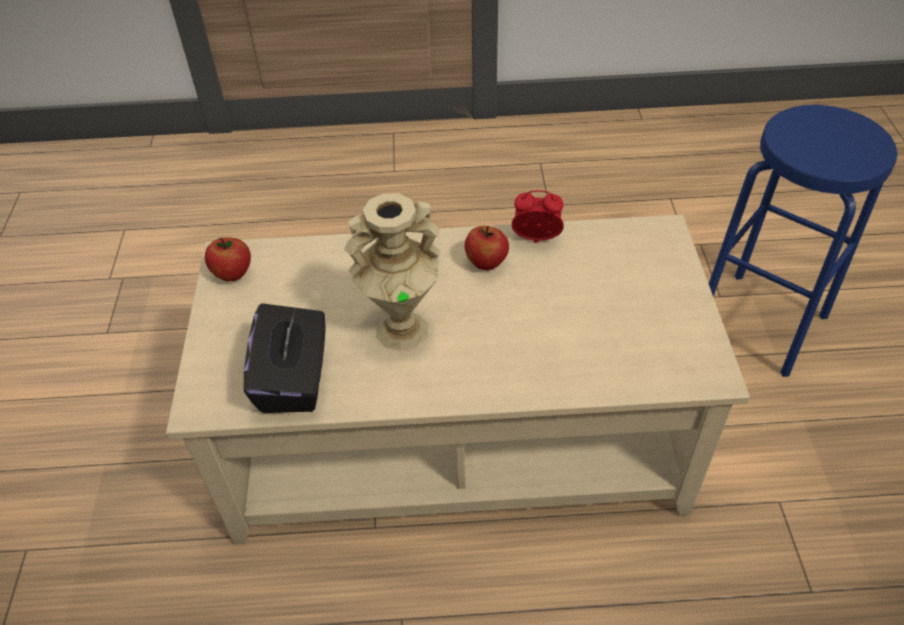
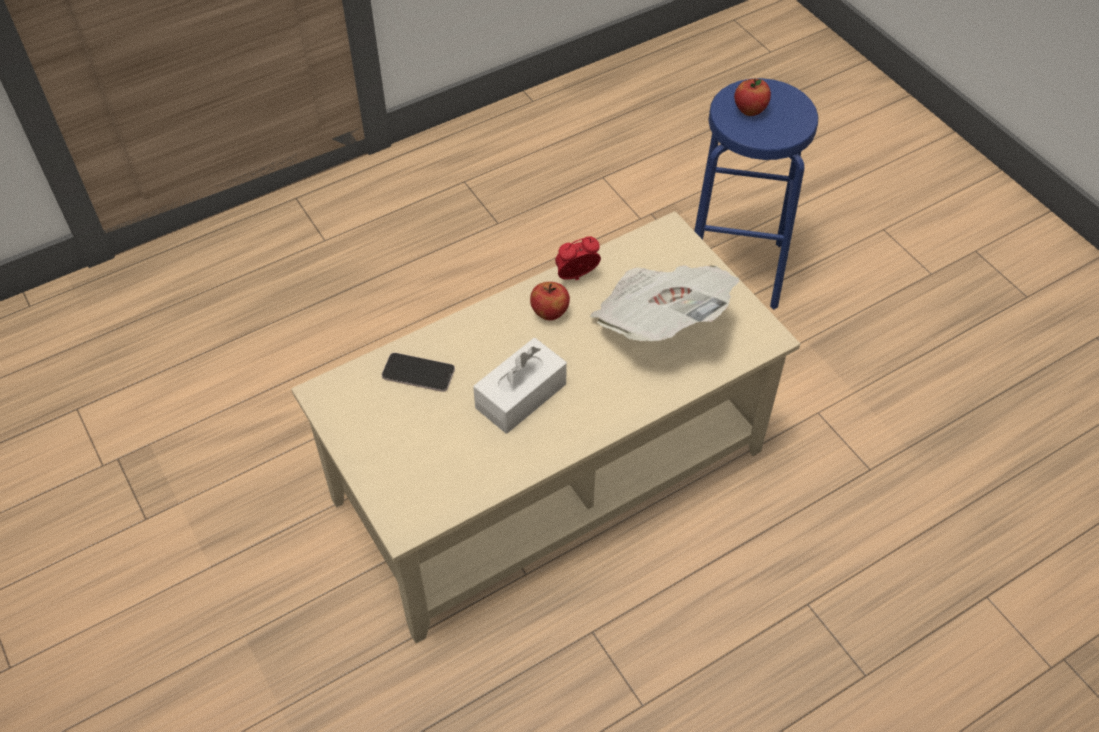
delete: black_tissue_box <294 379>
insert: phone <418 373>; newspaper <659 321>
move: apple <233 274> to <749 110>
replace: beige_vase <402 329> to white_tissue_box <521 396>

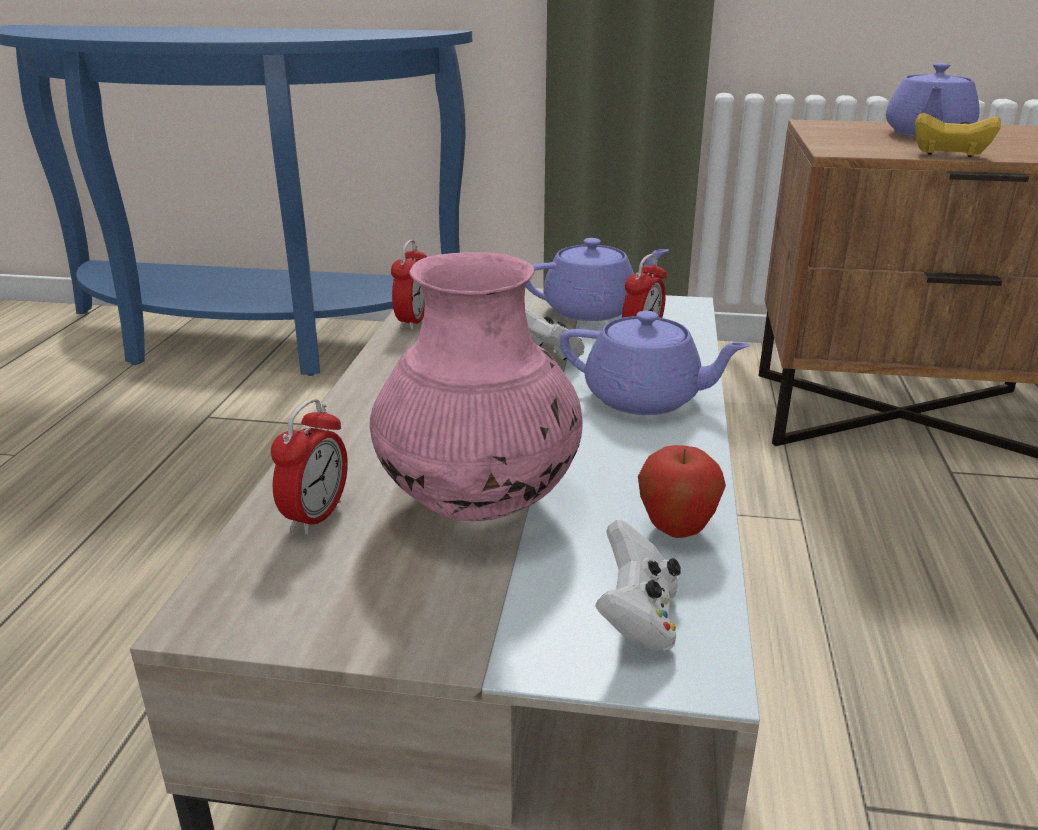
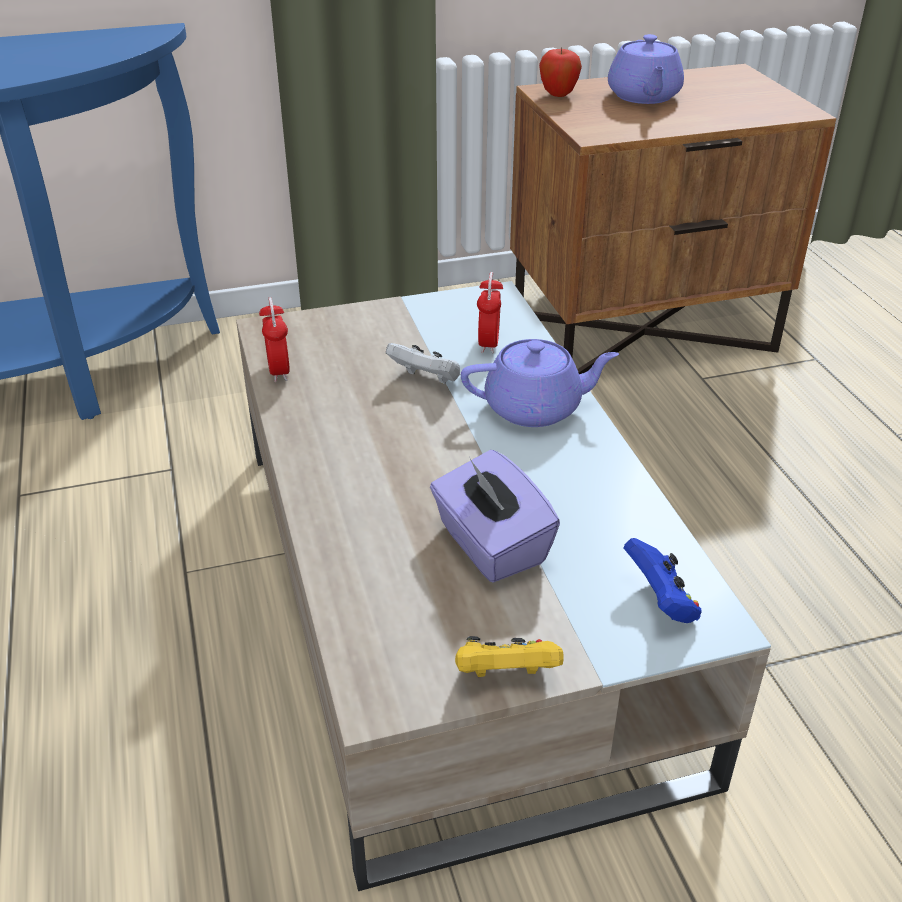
delete: alarm_clock <316 516>; purple_teapot <592 310>
move: apple <676 531> to <558 95>; yellow_game_controller <949 156> to <506 676>
replace: pink_vase <479 504> to purple_tissue_box <490 545>
recolor: white_game_controller <637 620> to blue_game_controller <661 602>

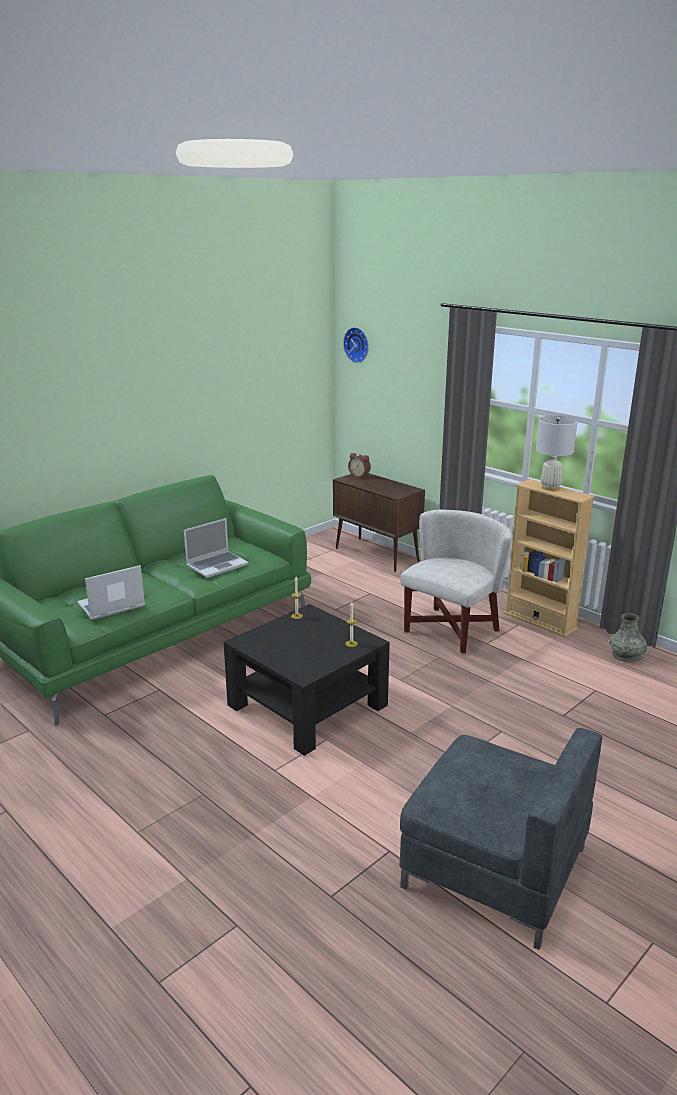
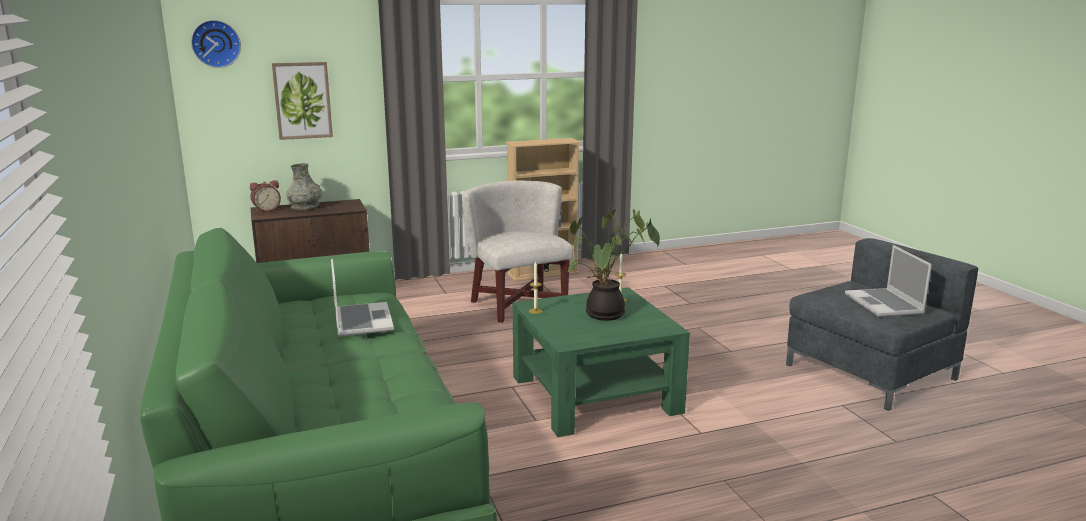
delete: white_table_lamp <550 487>
insert: picture <302 100>; potted_plant <606 316>
move: laptop <111 606> to <885 304>; grey_vase <626 655> to <305 206>
recolor: black_coffee_table <307 705> to green_coffee_table <595 394>

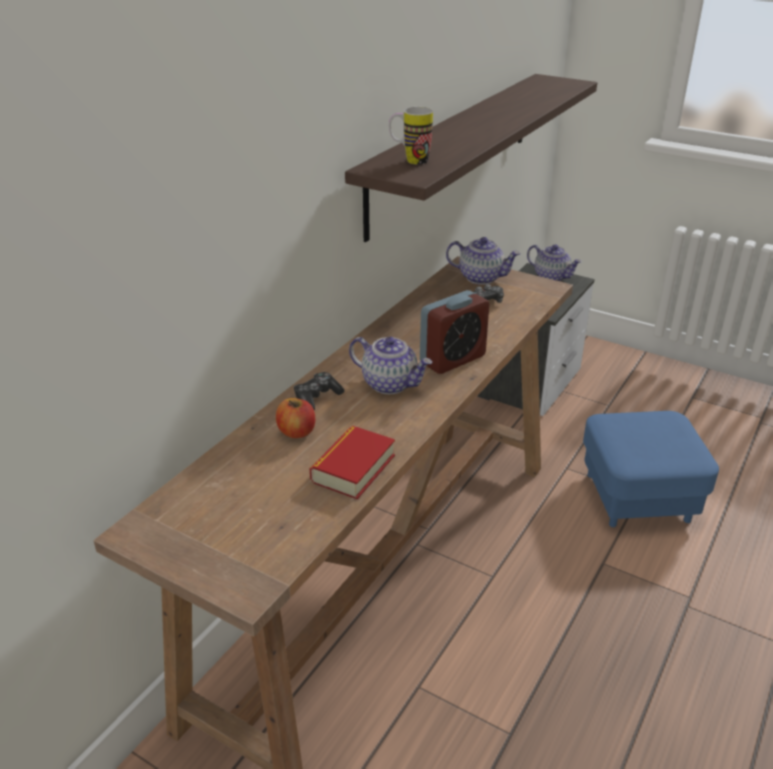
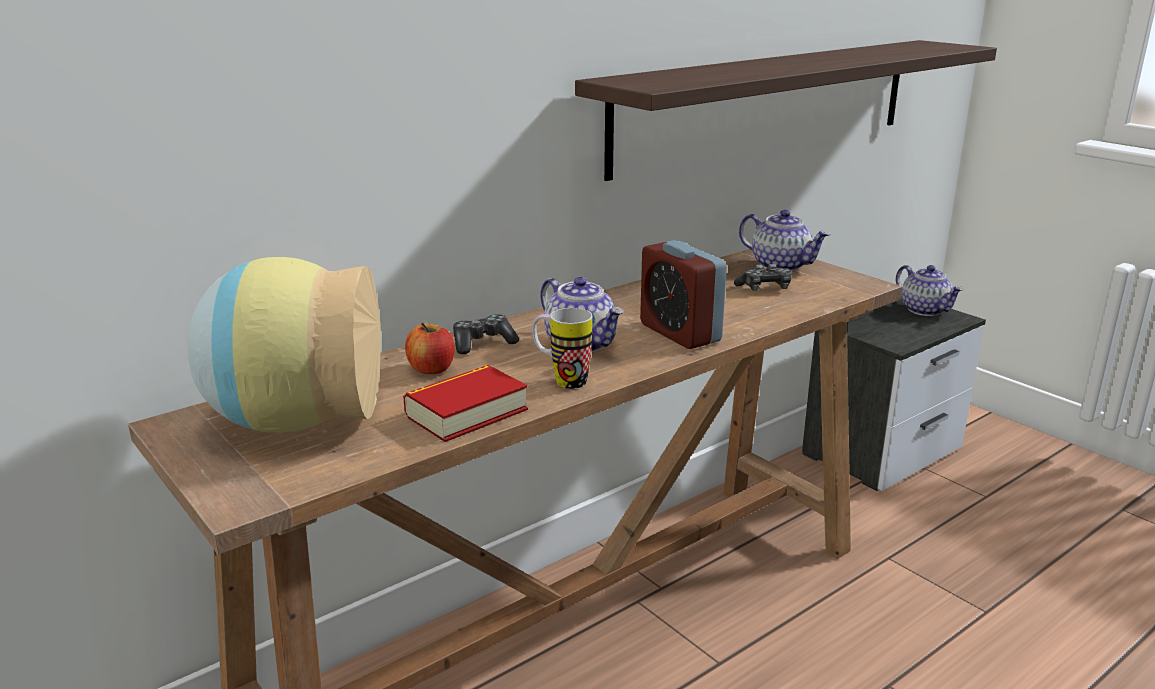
delete: blue_ottoman <638 497>
insert: vase <294 420>
move: mug <410 161> to <561 380>
rotate: alarm_clock <452 359> = <680 333> 75 degrees clockwise

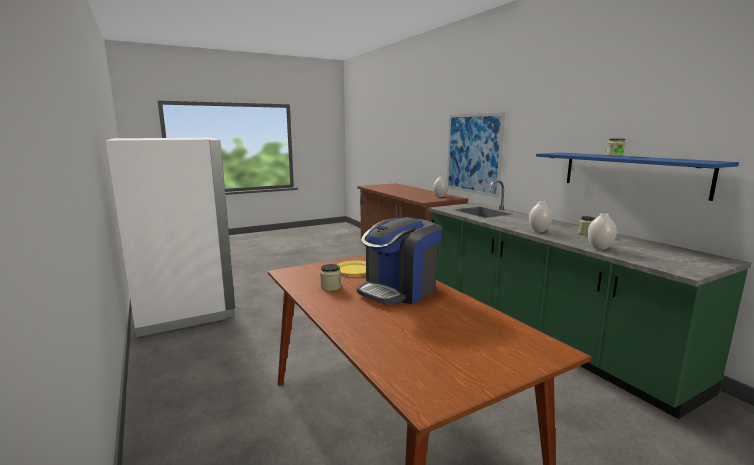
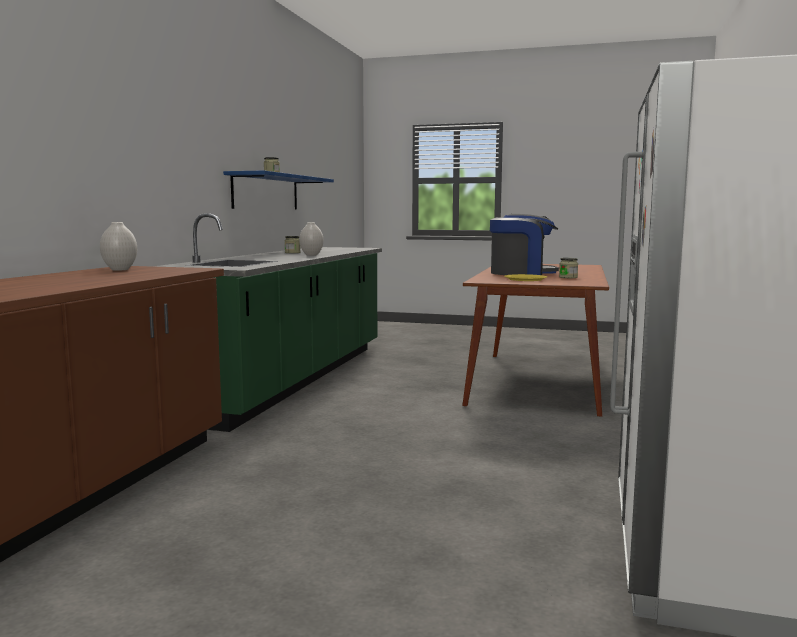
delete: picture <473 153>; white_vase <599 248>

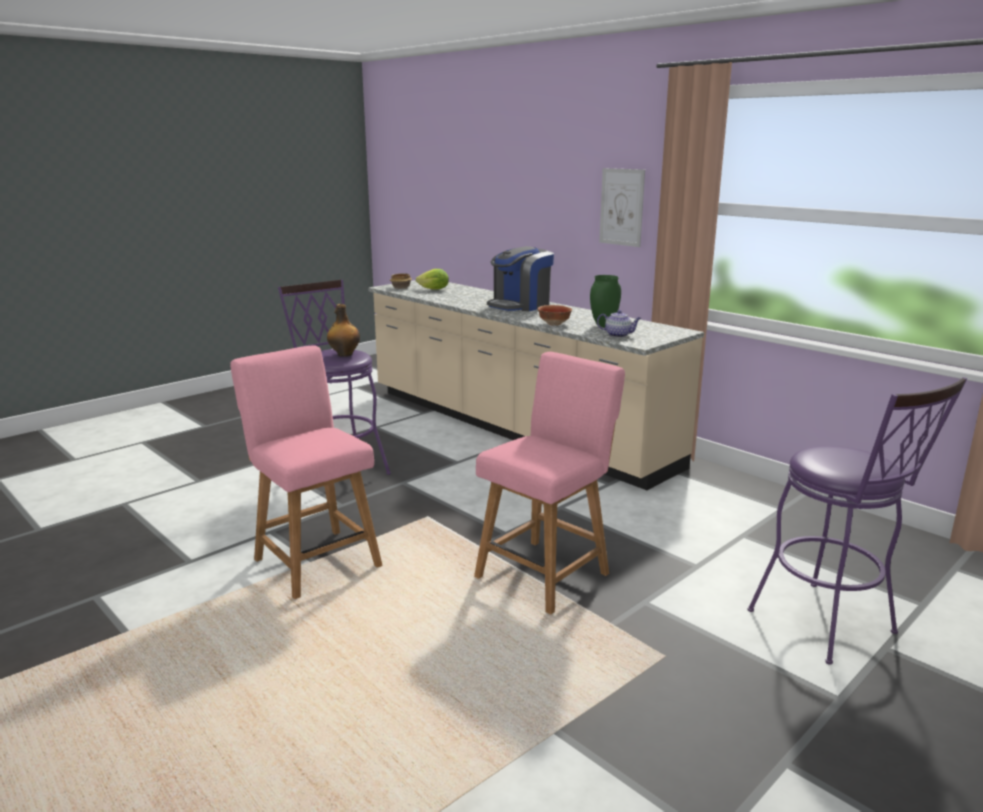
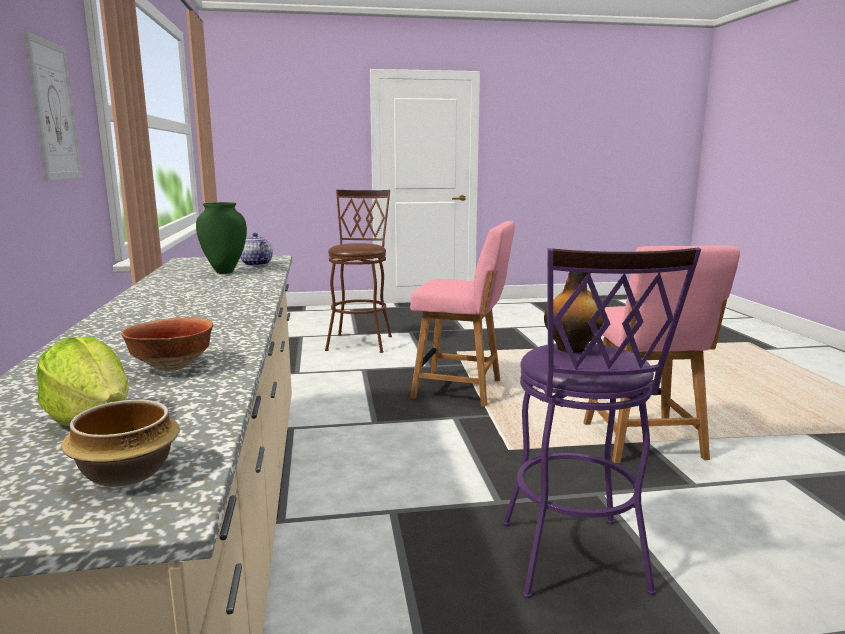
delete: coffee_machine <520 305>
move: bowl <554 324> to <170 366>
recolor: purple_stool <830 627> to brown_stool <361 341>
rotate: pink_chair <546 572> = <462 389> 150 degrees counterclockwise

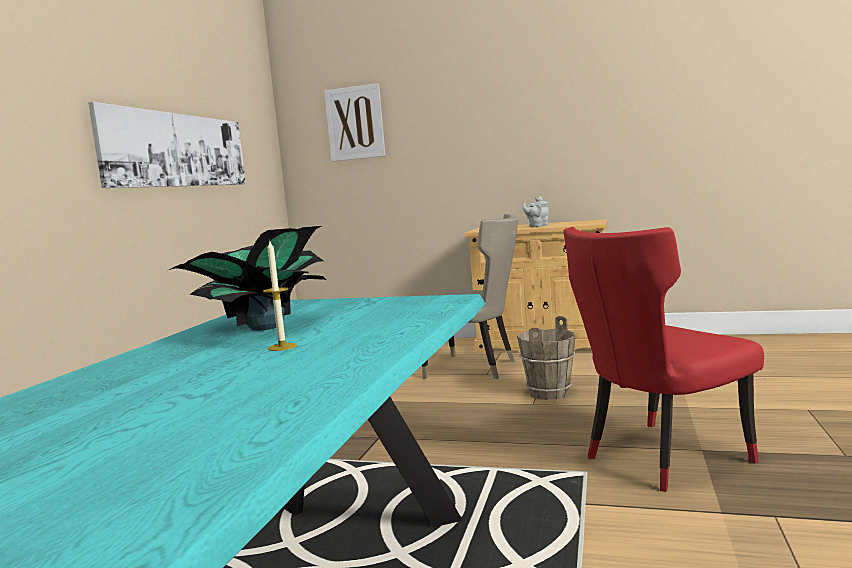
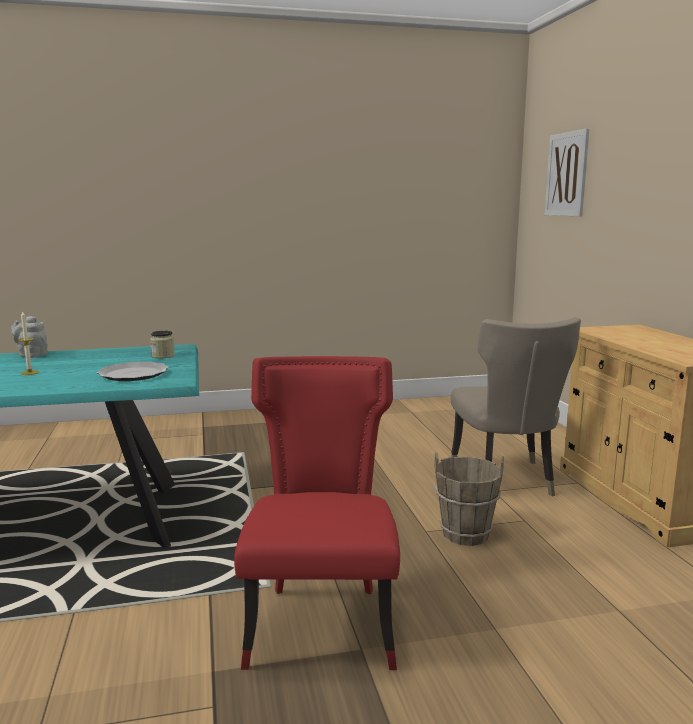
delete: picture <177 150>; potted_plant <263 327>
insert: plate <134 374>; jar <163 356>
move: grey_teapot <537 226> to <31 355>
rotate: red_chair <659 458> = <322 623> 60 degrees clockwise

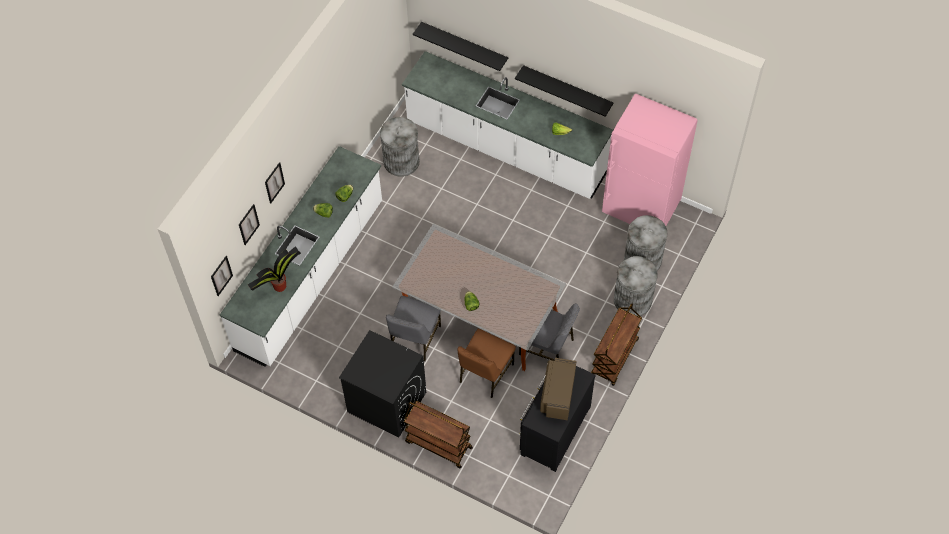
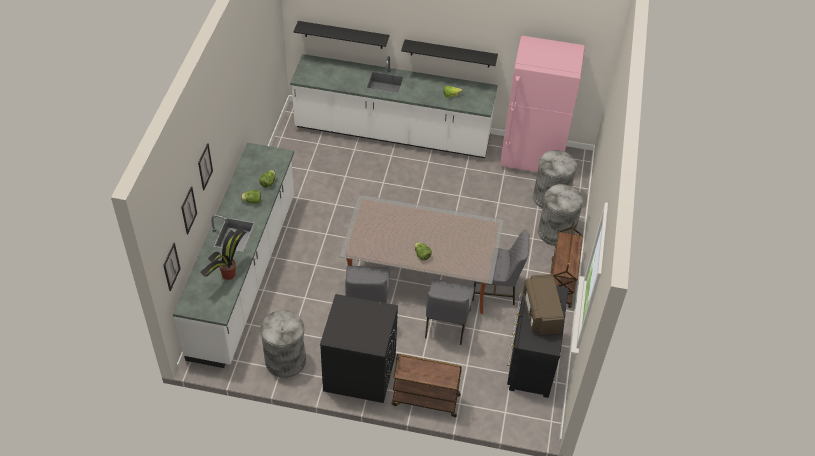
move: grey_trash_can <401 161> to <285 360>
recolor: brown_chair <485 373> to grey_chair <446 324>

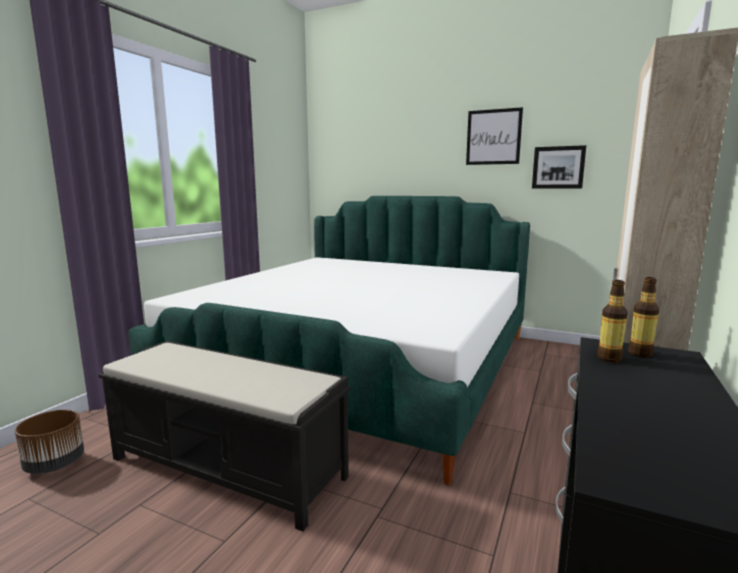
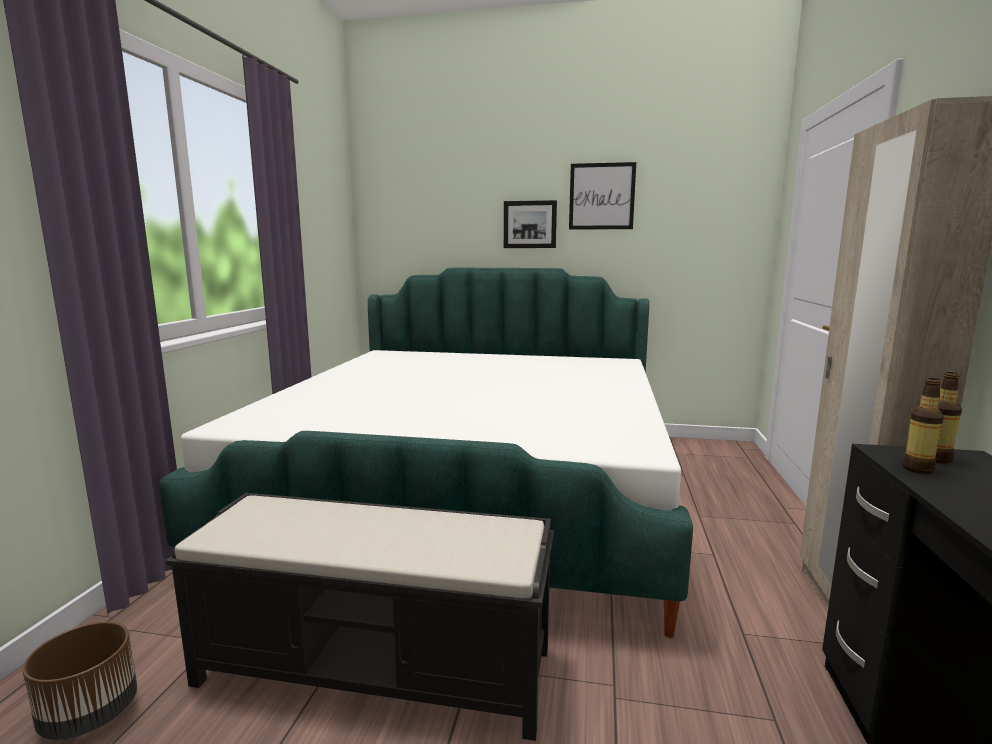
move: picture <558 167> to <530 224>

